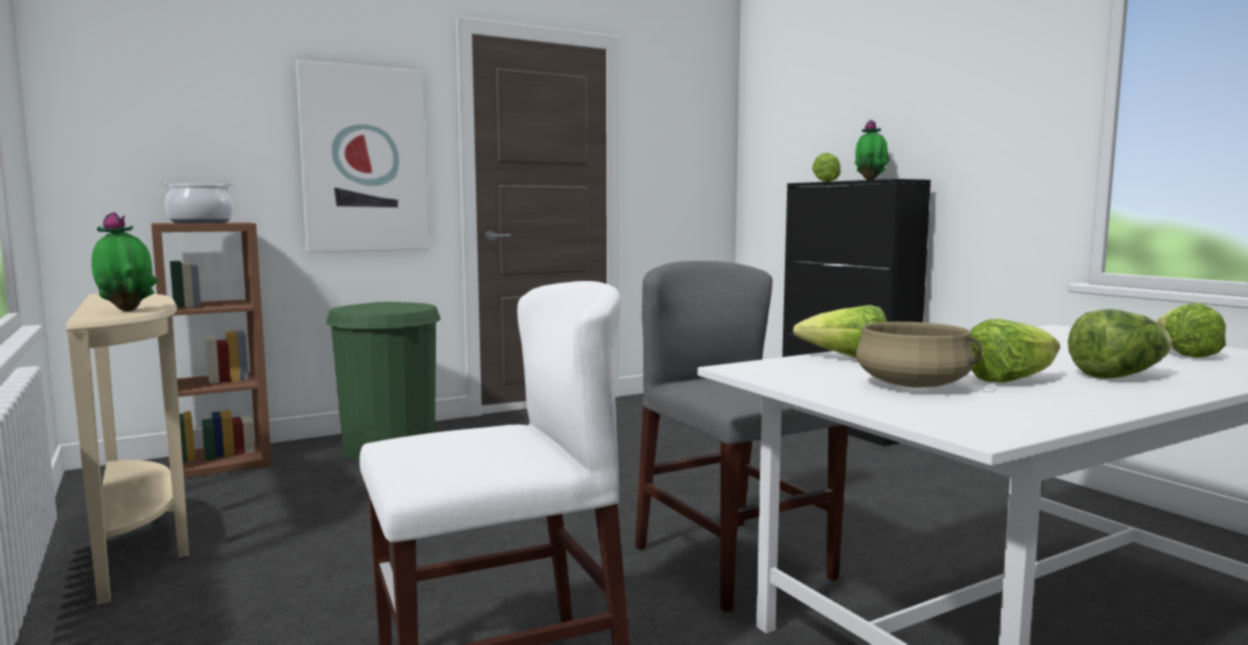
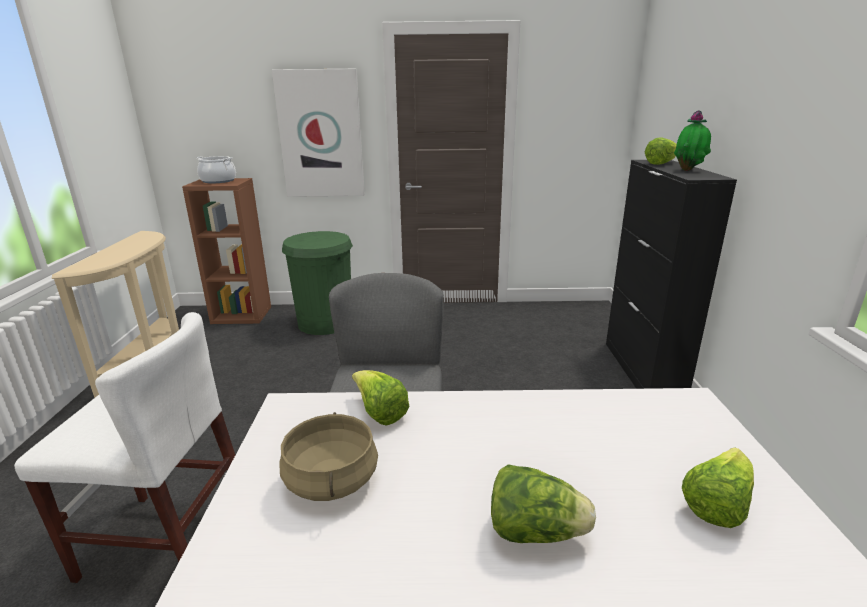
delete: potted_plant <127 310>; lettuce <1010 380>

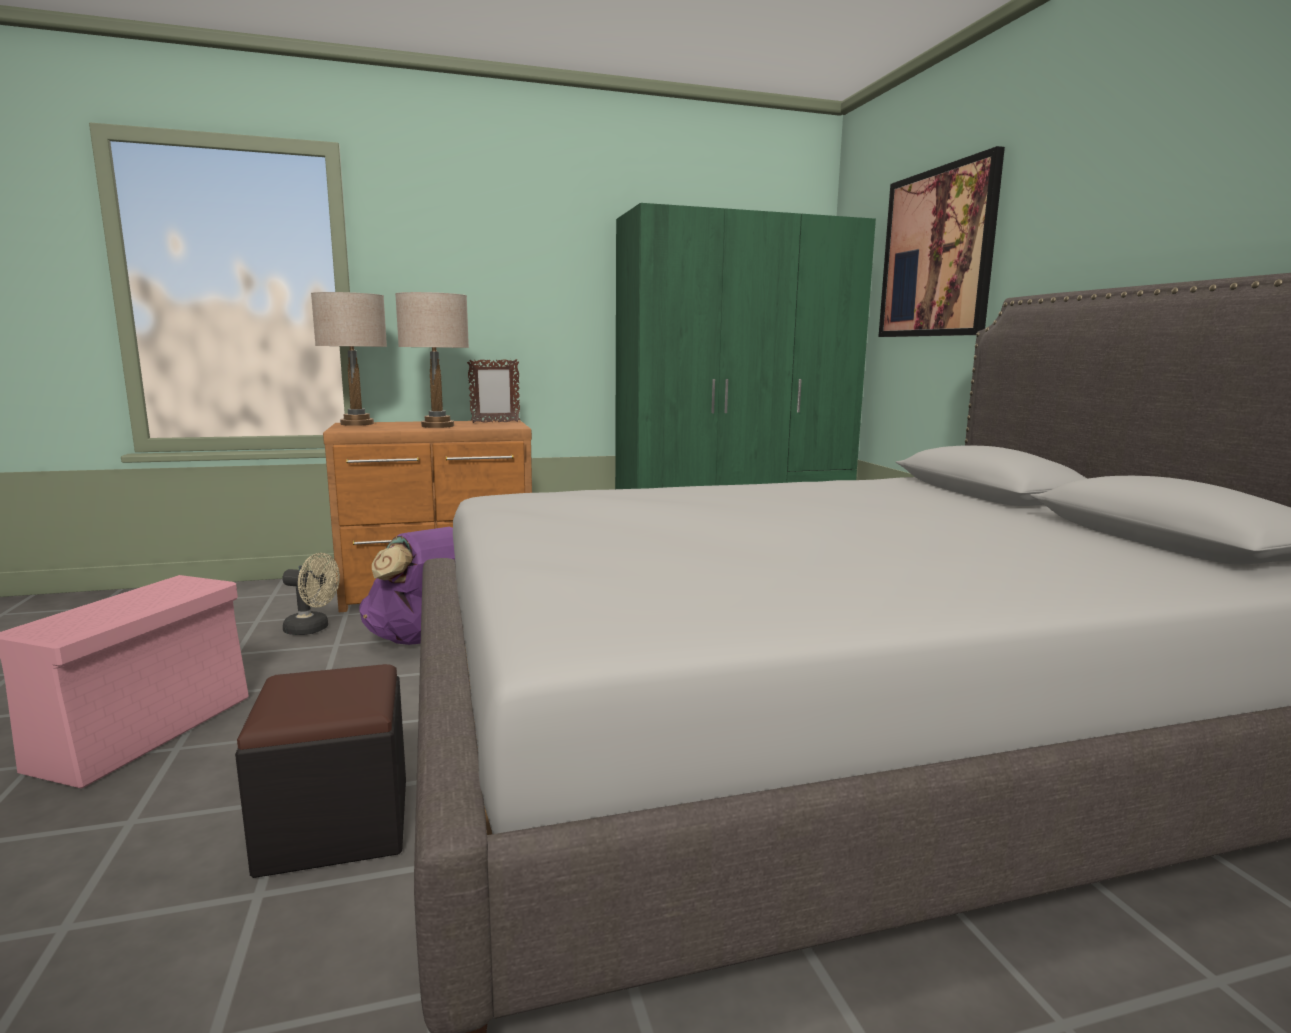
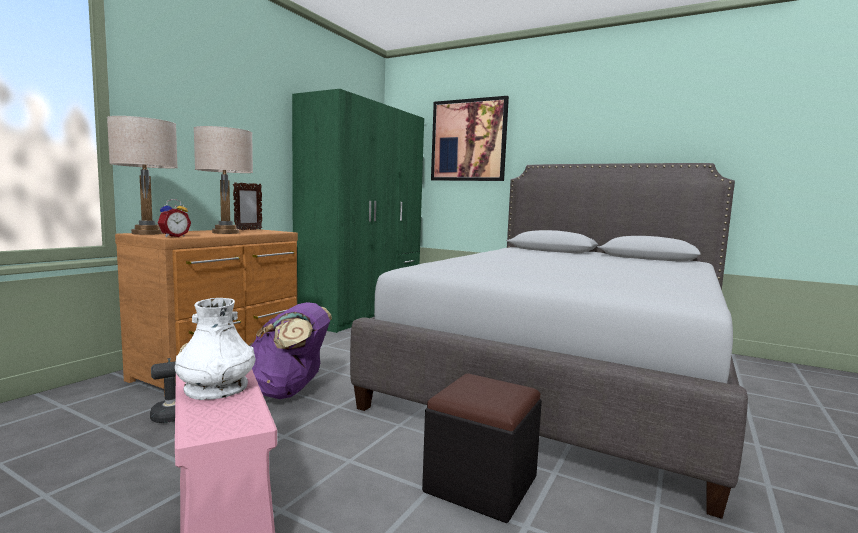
insert: alarm_clock <173 236>; white_vase <216 388>

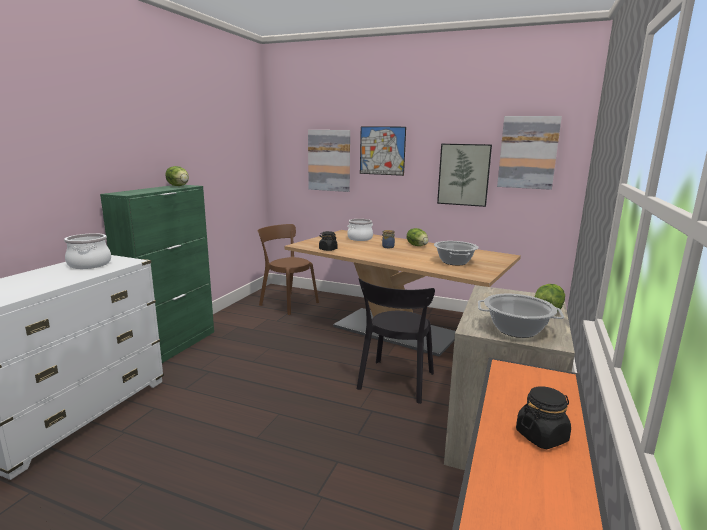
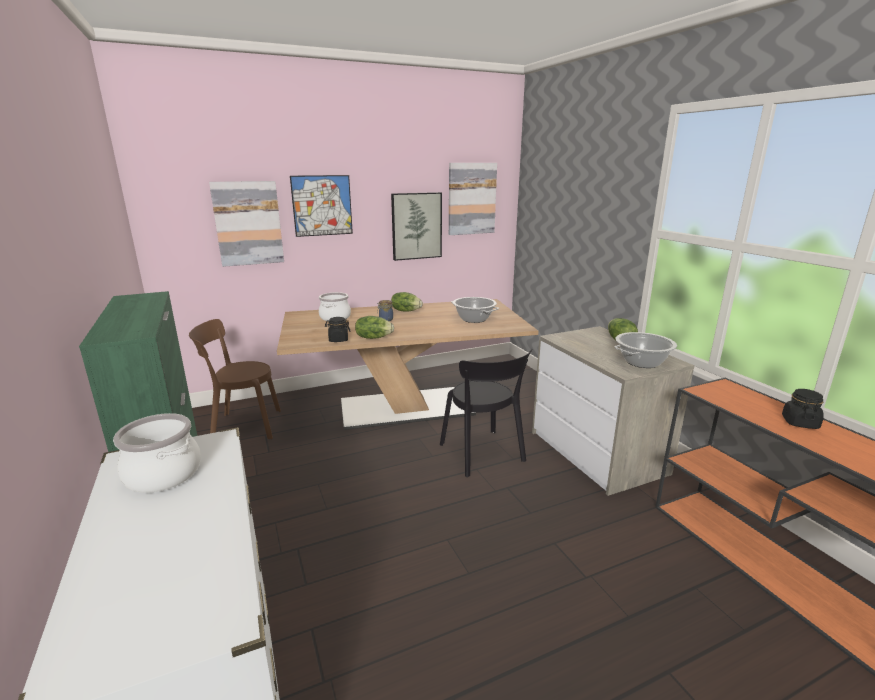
move: lettuce <179 186> to <373 337>

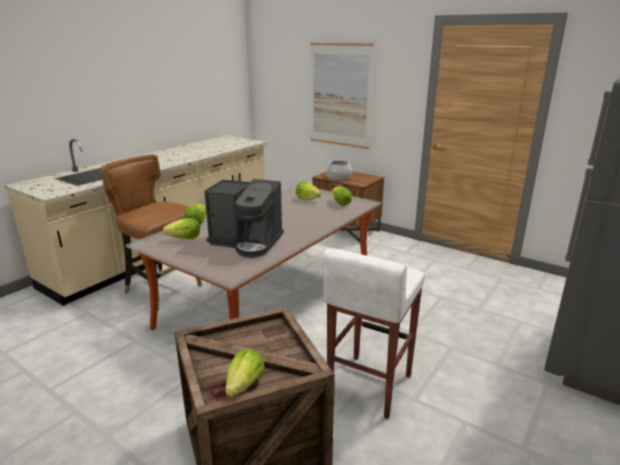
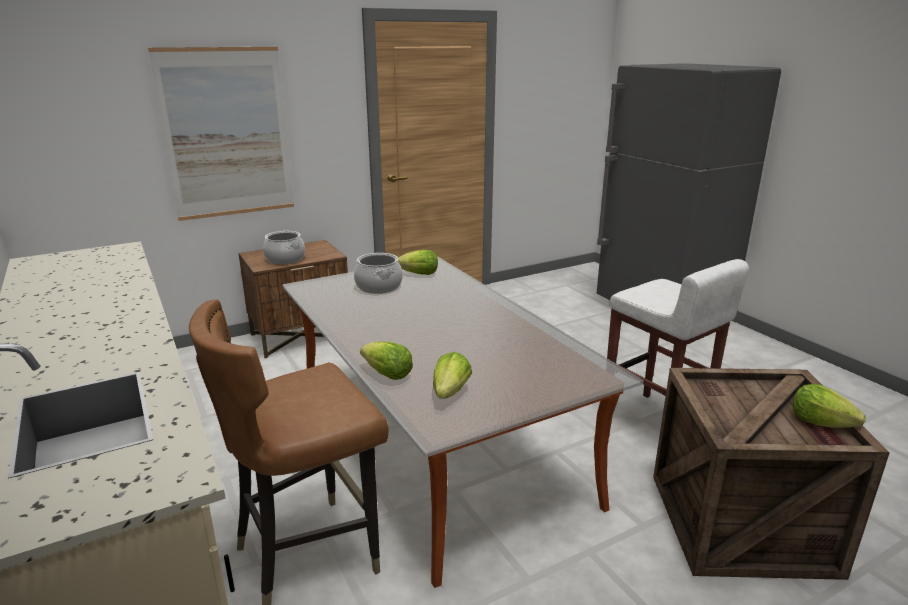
delete: coffee_machine <247 242>
replace: lettuce <307 199> to cooking_pot <378 287>

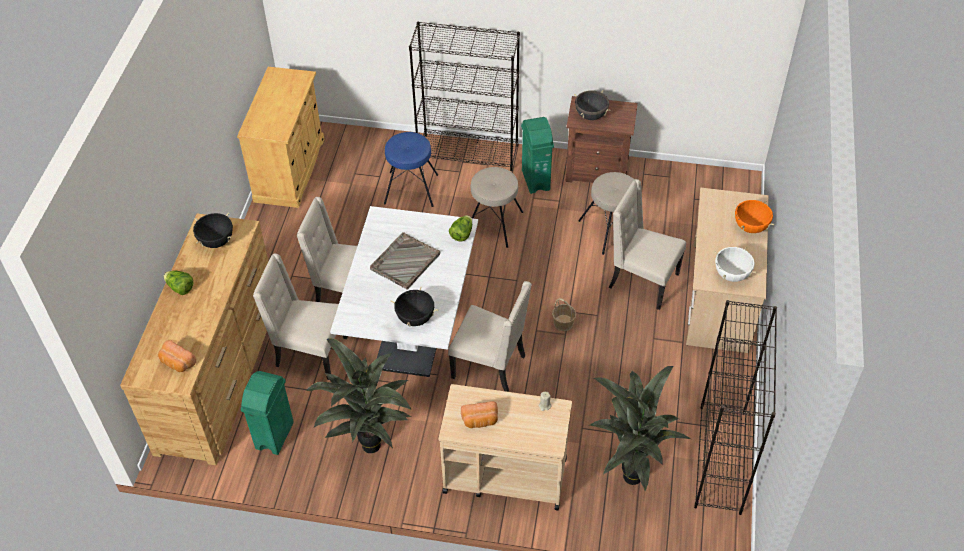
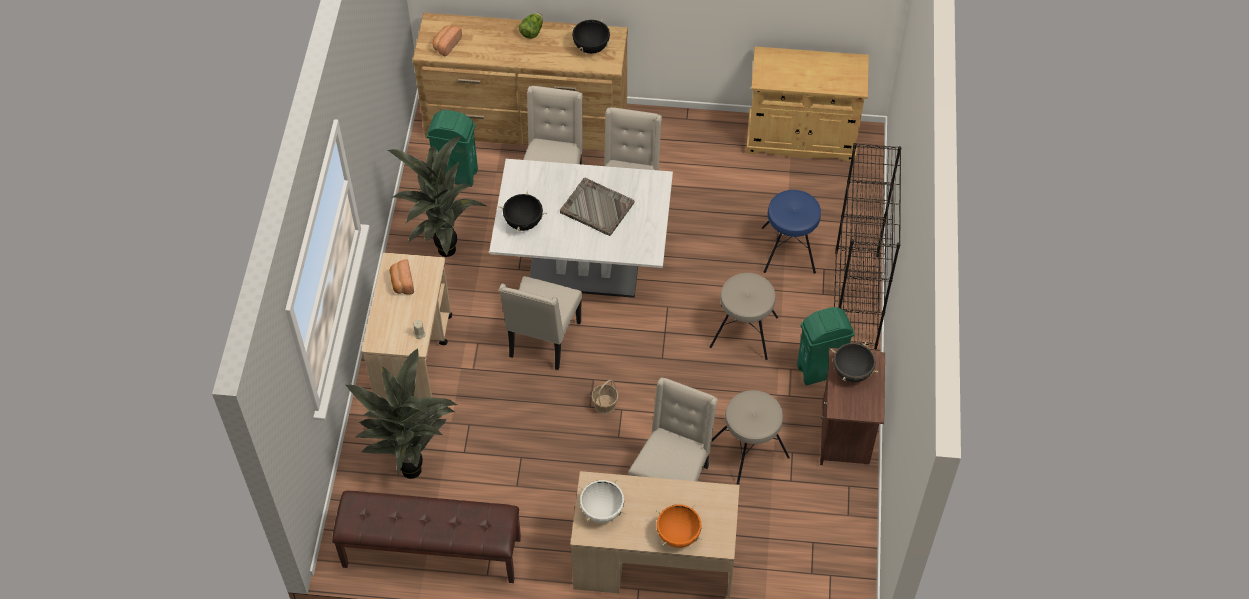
delete: lettuce <462 234>
replace: black_bookcase <720 460> to brown_bench <431 553>

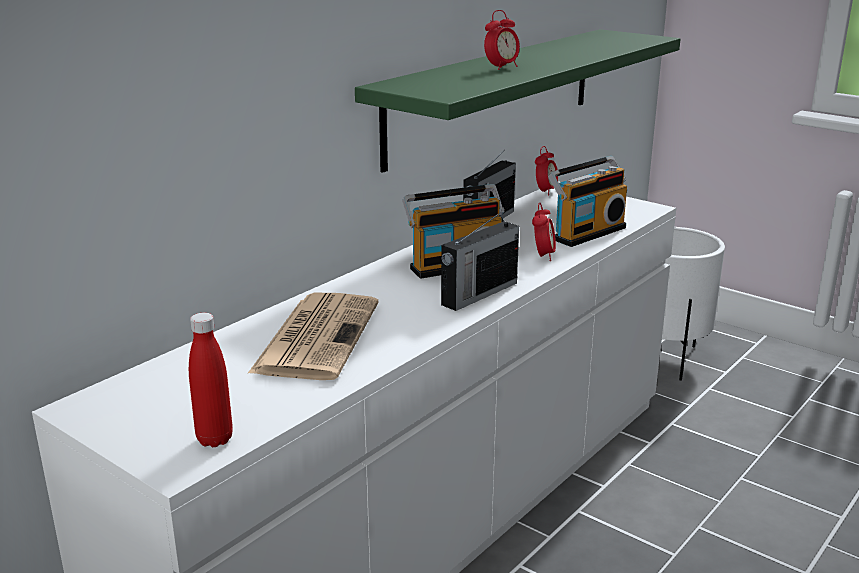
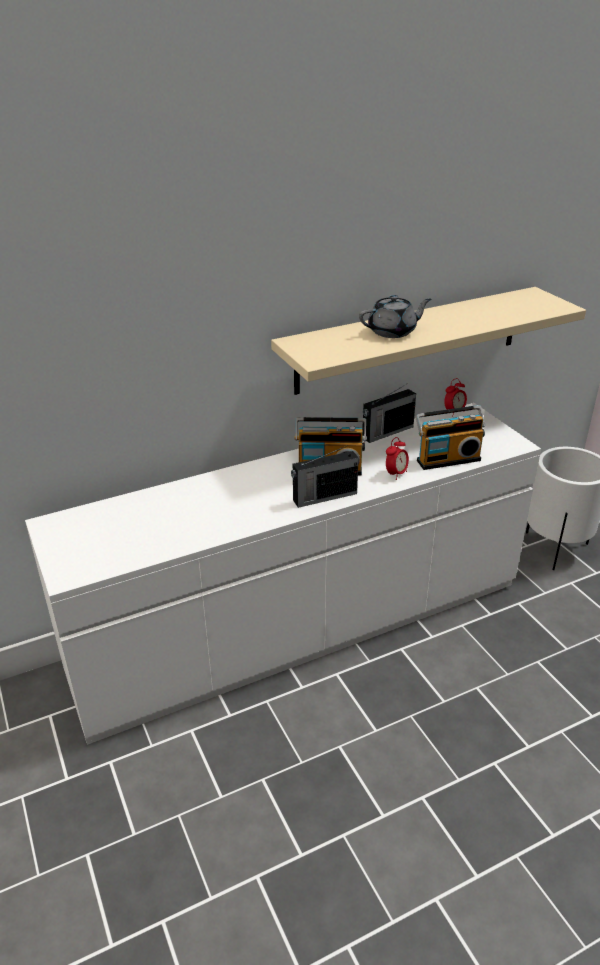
delete: red_bottle <214 439>; newspaper <317 336>
replace: alarm_clock <501 67> to grey_teapot <393 332>
recolor: green_shelf <494 94> to beige_shelf <410 339>

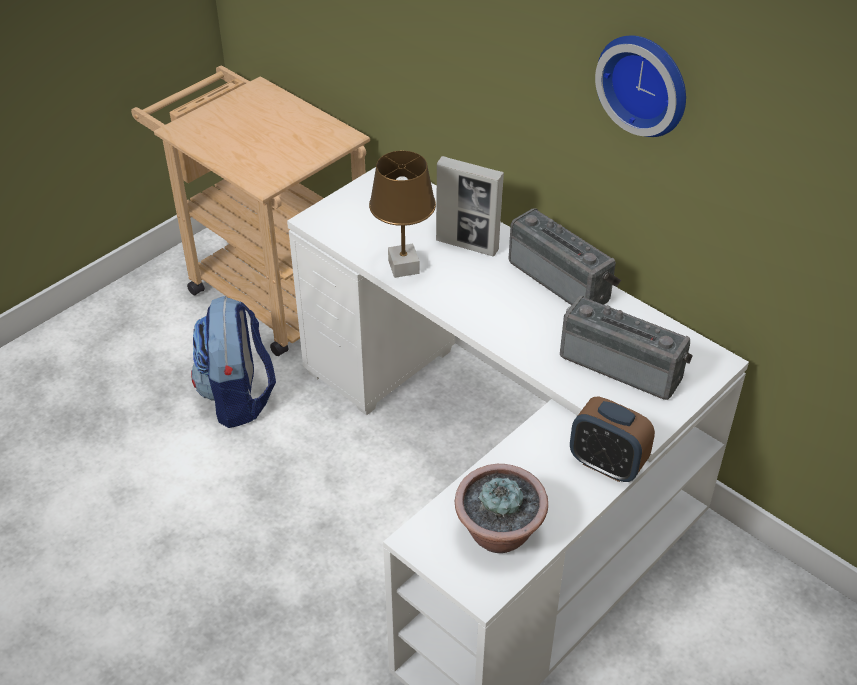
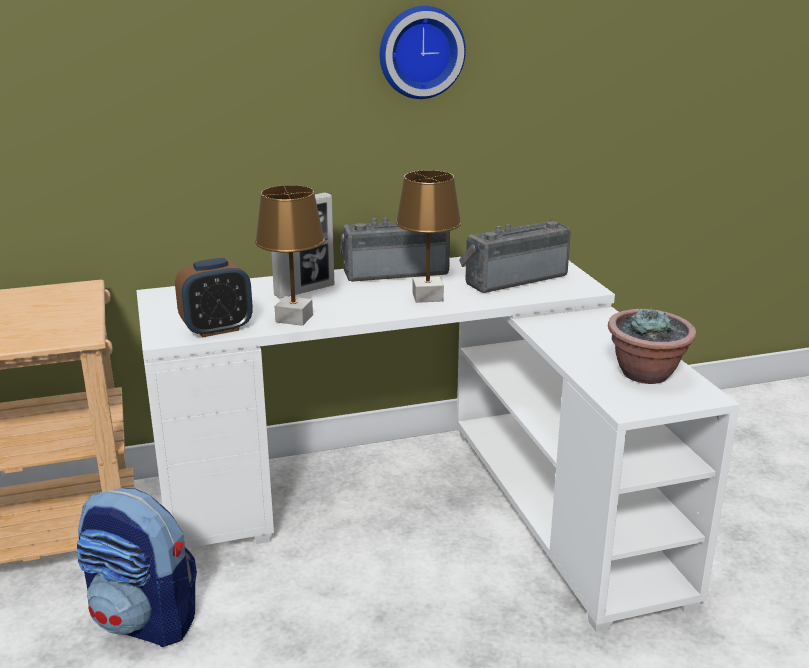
insert: brown_table_lamp <428 297>
move: alarm_clock <607 464> to <217 329>

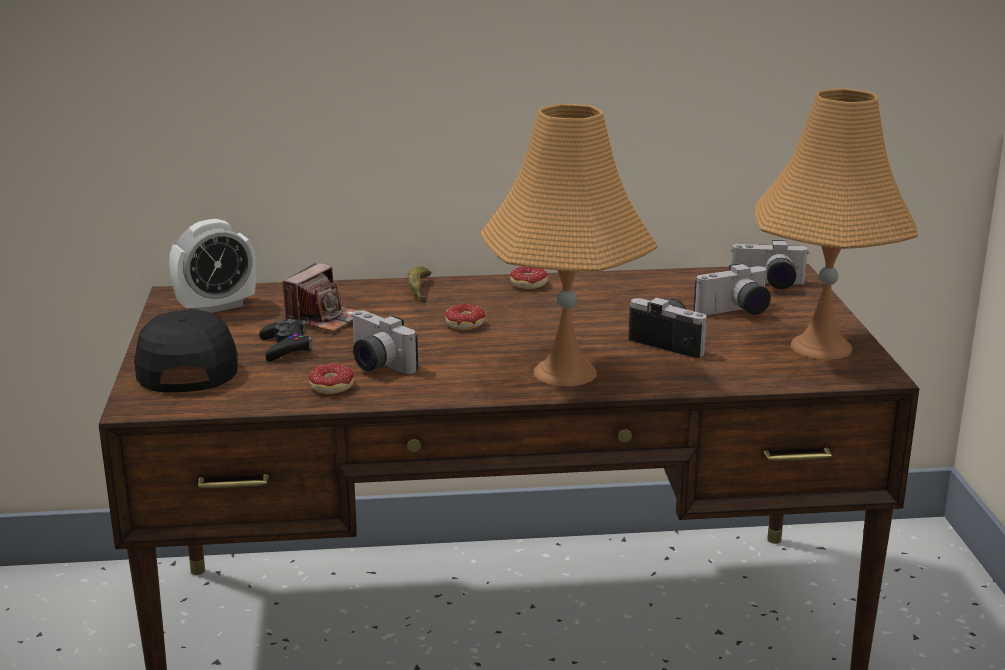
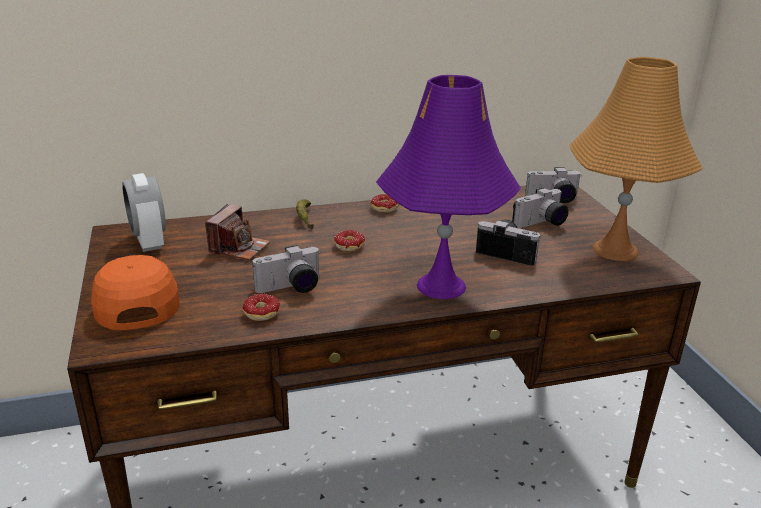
delete: black_game_controller <286 347>
recolor: black_cap <187 367> to orange_cap <136 302>; orange_table_lamp <565 372> to purple_table_lamp <441 286>
rotate: alarm_clock <216 307> = <149 242> 105 degrees clockwise; photo_camera <375 364> = <291 288> 60 degrees counterclockwise

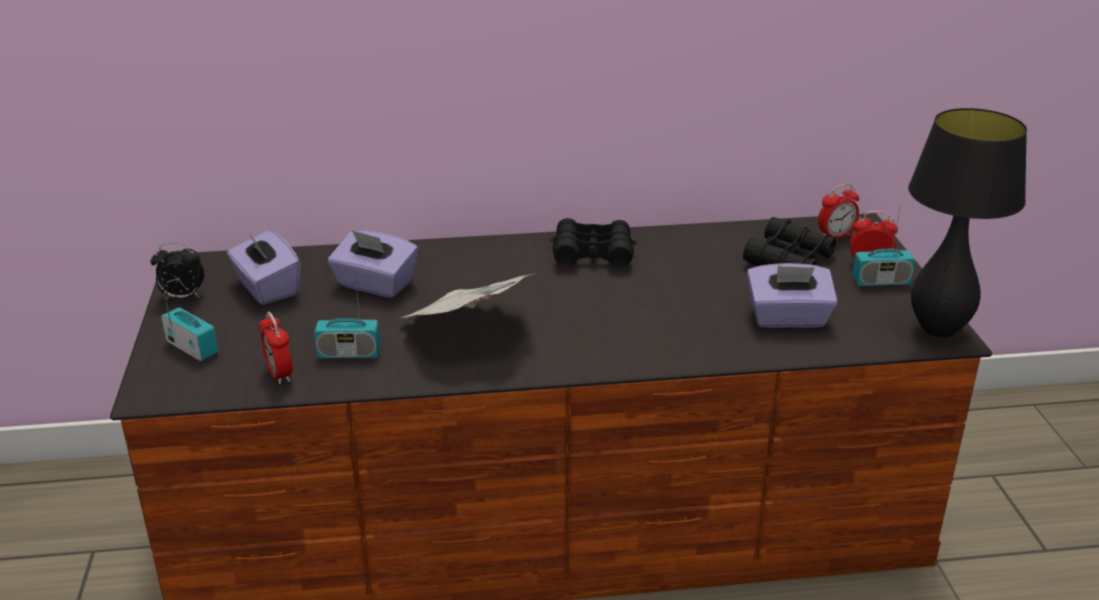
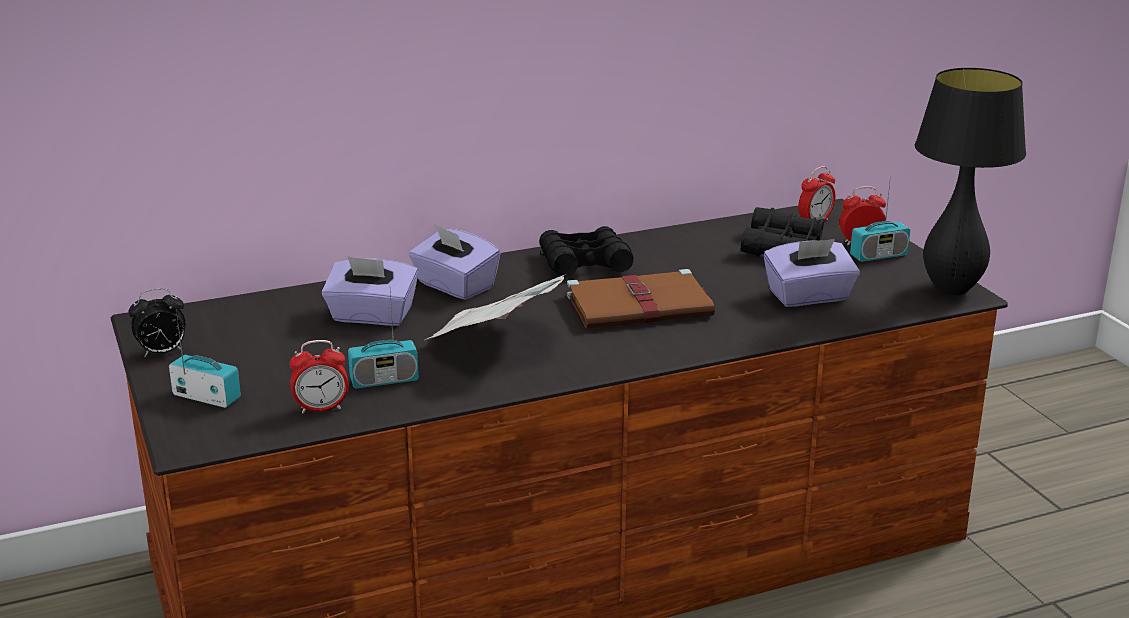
insert: brown_book <642 306>
move: purple_tissue_box <267 288> to <454 286>
rotate: alarm_clock <279 374> = <321 408> 60 degrees counterclockwise

